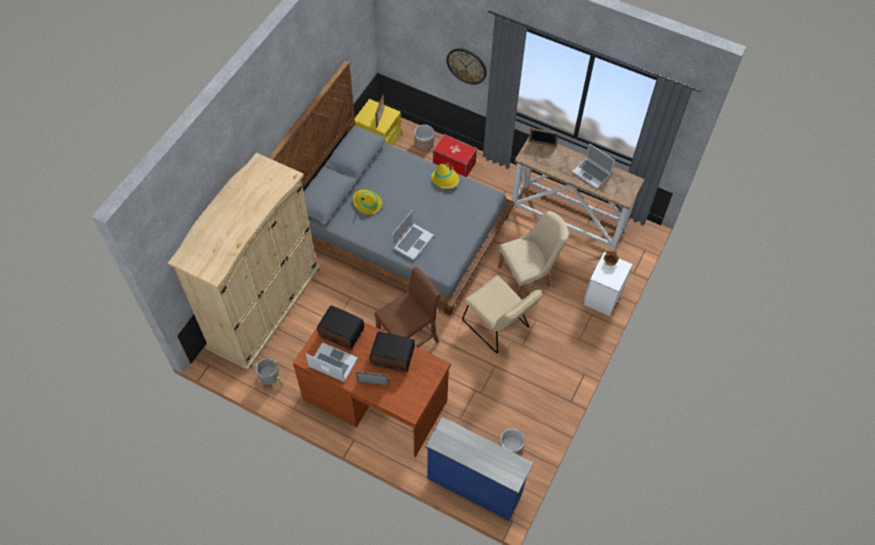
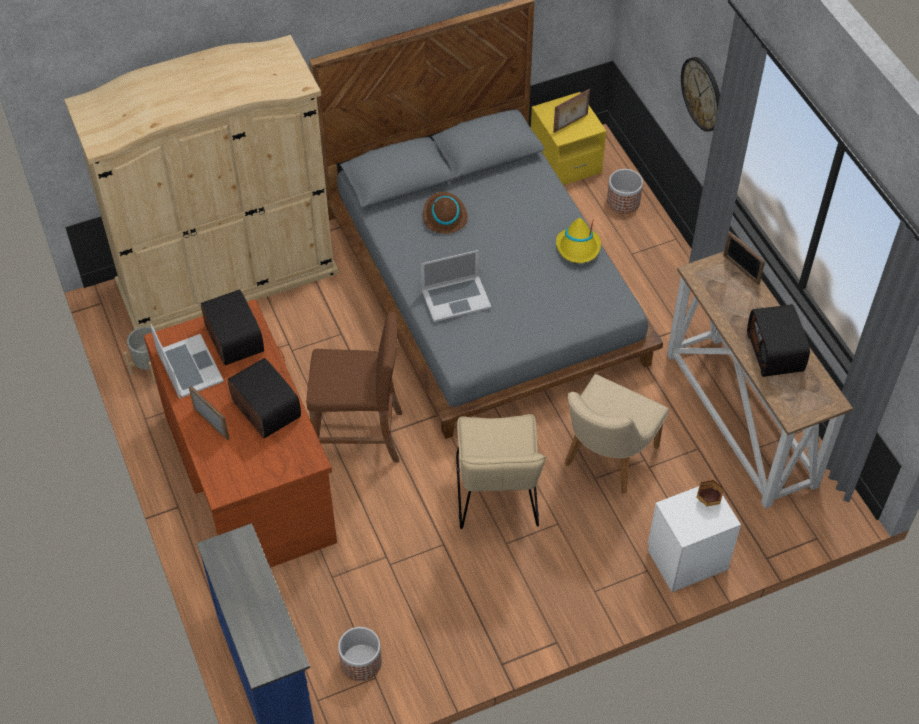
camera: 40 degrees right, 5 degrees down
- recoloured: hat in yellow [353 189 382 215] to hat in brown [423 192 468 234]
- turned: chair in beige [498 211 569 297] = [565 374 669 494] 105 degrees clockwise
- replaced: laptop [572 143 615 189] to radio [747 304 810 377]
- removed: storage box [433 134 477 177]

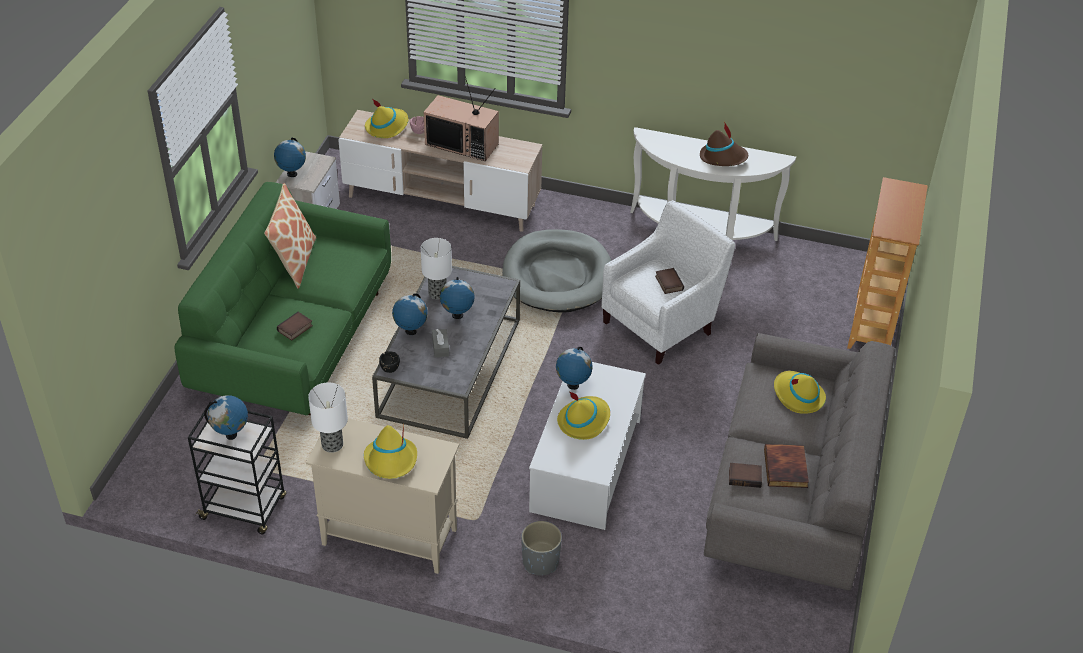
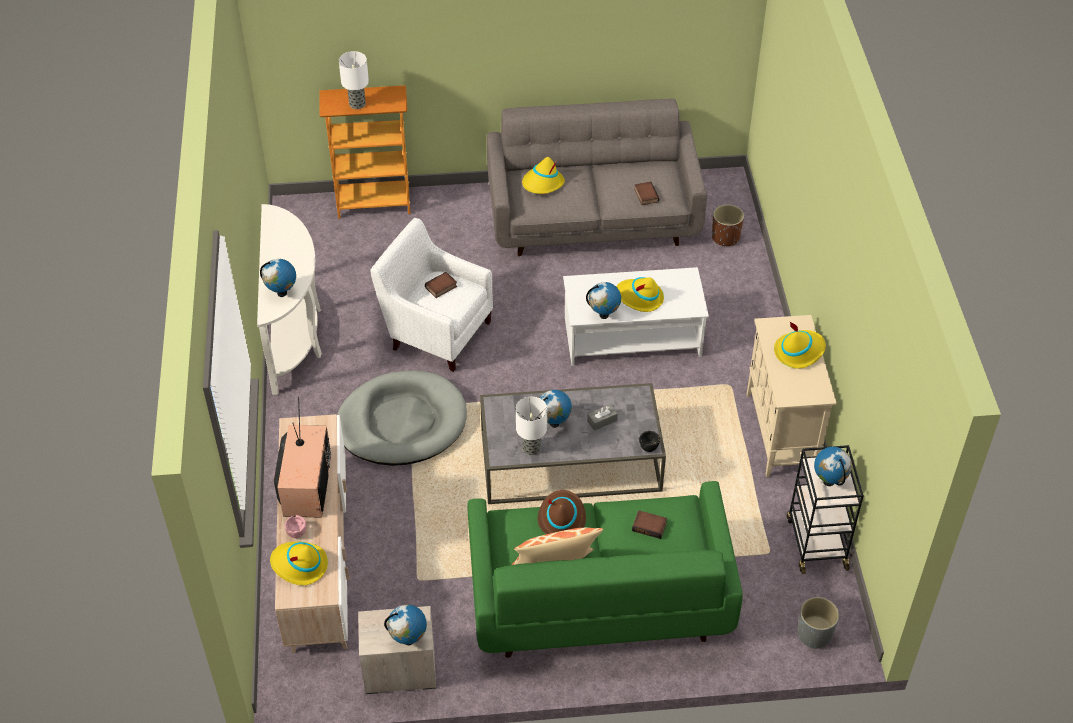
camera: 110 degrees left, 5 degrees up
- moved: globe [392 293 428 335] to [260 259 296 297]
- moved: table lamp [308 382 348 453] to [339 51 369 109]
- moved: hat in brown [700 121 748 166] to [538 490 586 534]
- added: planter in brown [712 204 744 246]
- moved: planter in grey [521 521 562 575] to [797 597 839 649]
- removed: book [764 444 809 488]

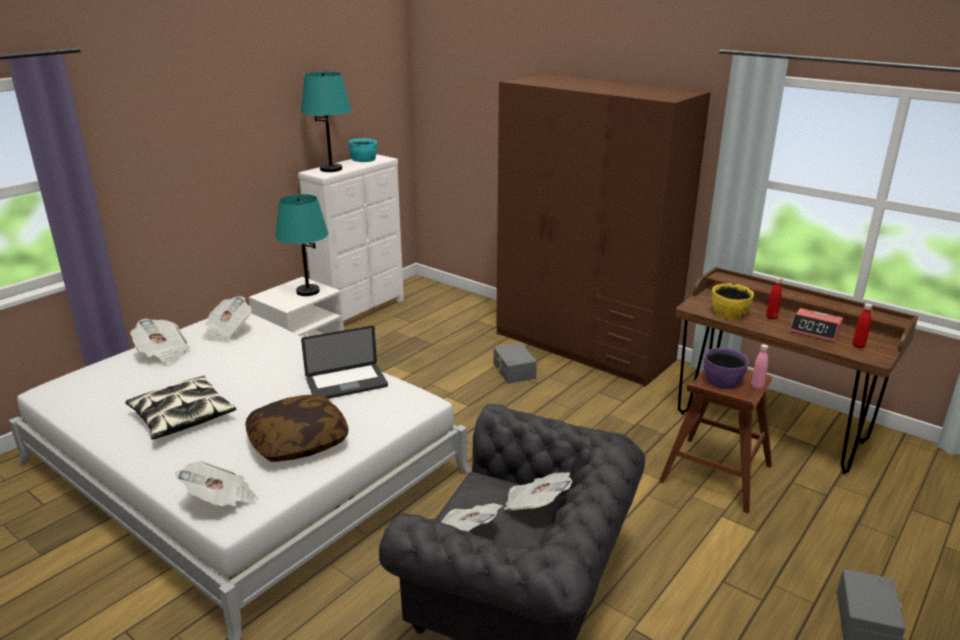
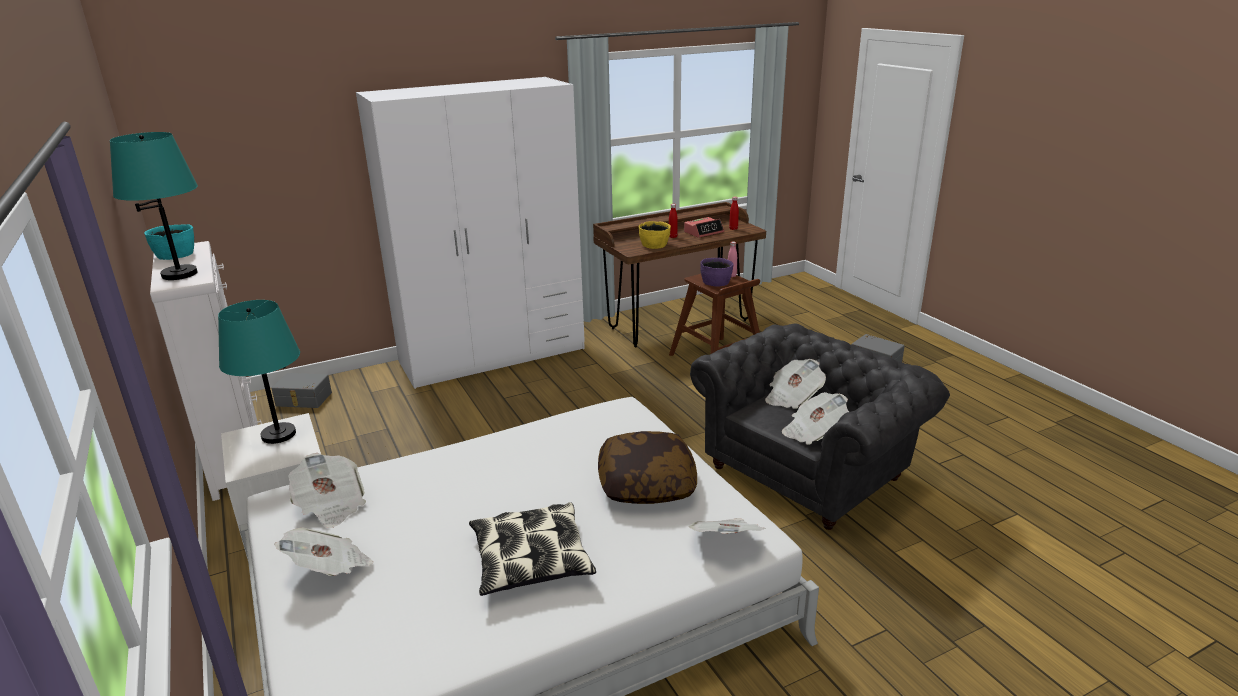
camera: 65 degrees left, 0 degrees up
- moved: storage box in grey [494 343 537 383] to [271 373 332 408]
- recoloured: wardrobe in brown [496 73 711 387] to wardrobe in white [356 77 585 389]
- removed: laptop [301 326 388 399]

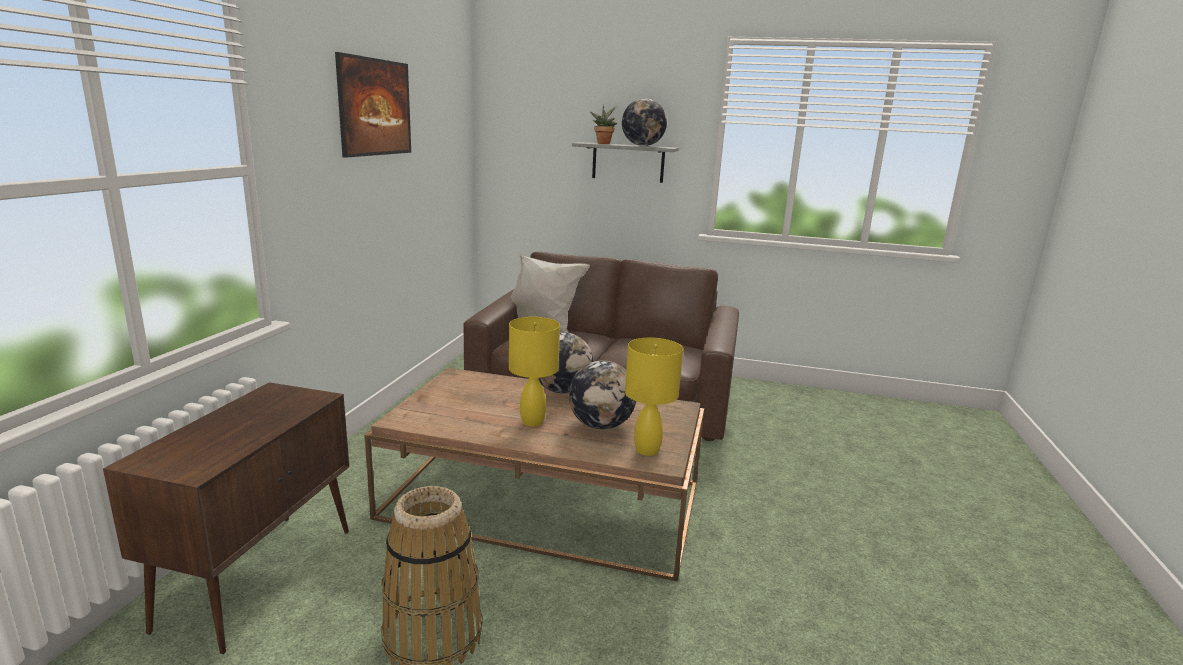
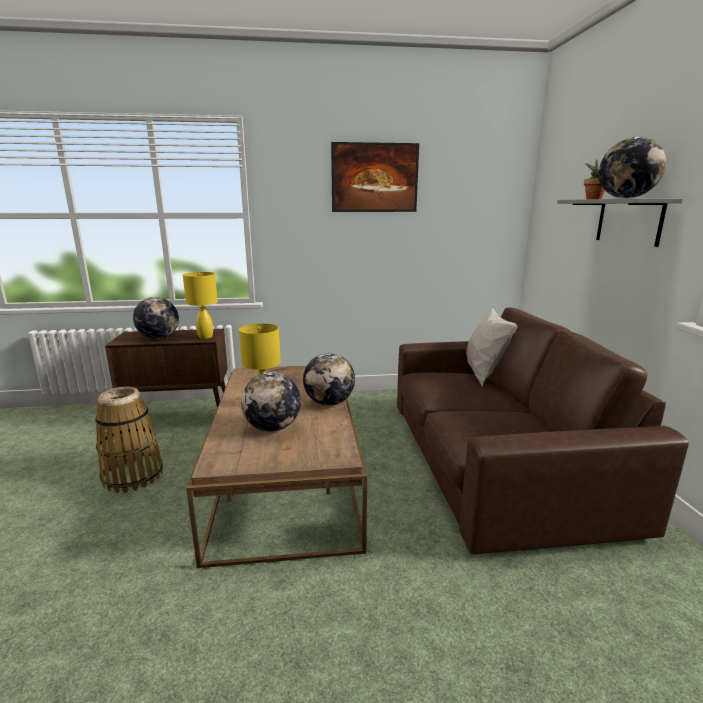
camera: 70 degrees right, 0 degrees up
- added: globe [133 297 179 339]
- moved: table lamp in yellow [625 338 683 456] to [183 272 218 339]

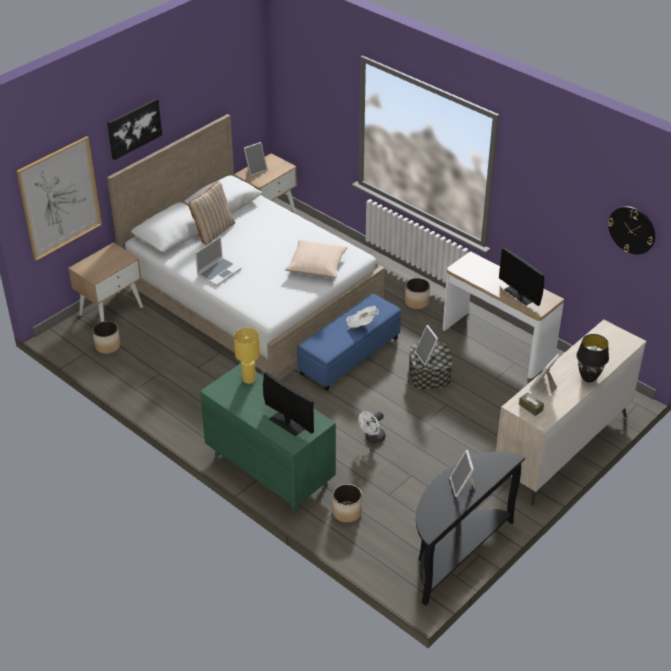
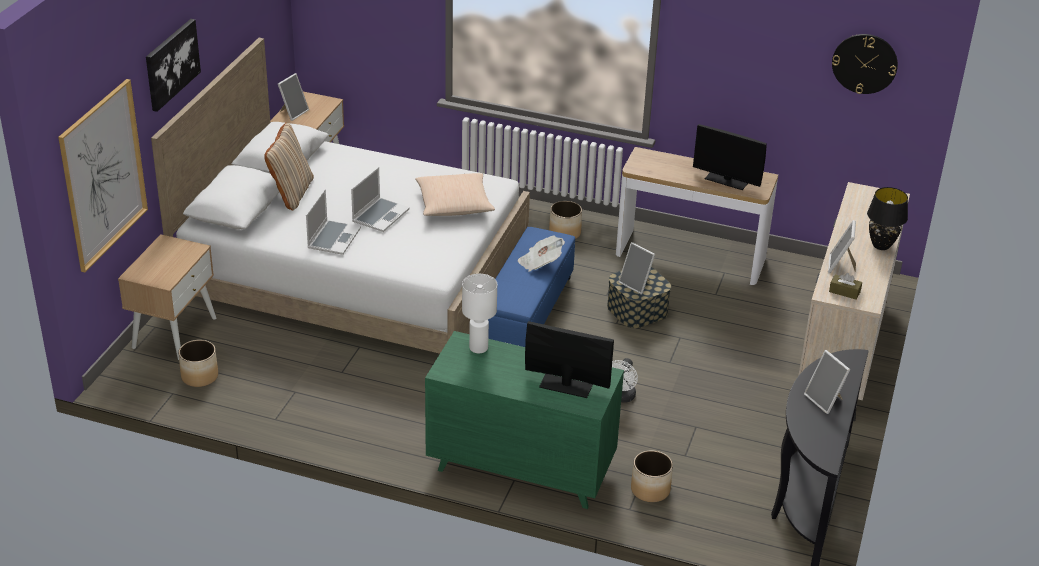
camera: 25 degrees left, 5 degrees down
- added: laptop [351 167 410 232]
- recoloured: table lamp in yellow [234 328 260 384] to table lamp in white [462 274 497 353]

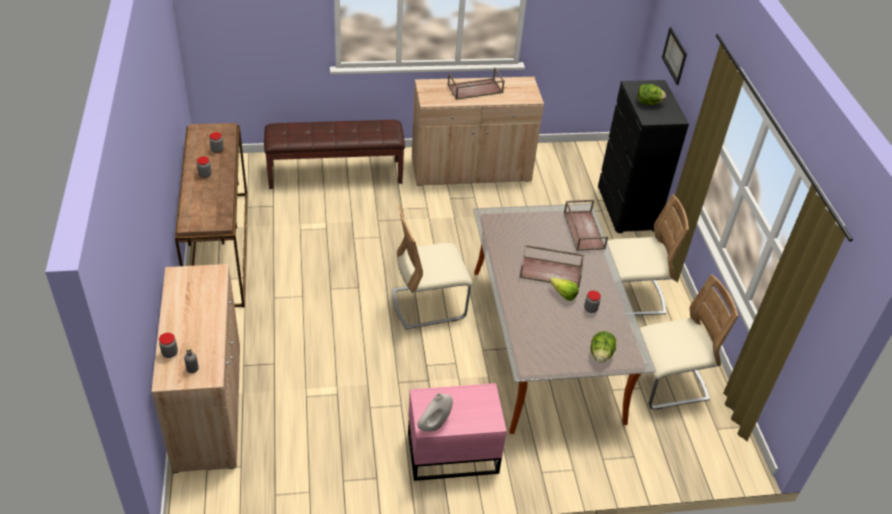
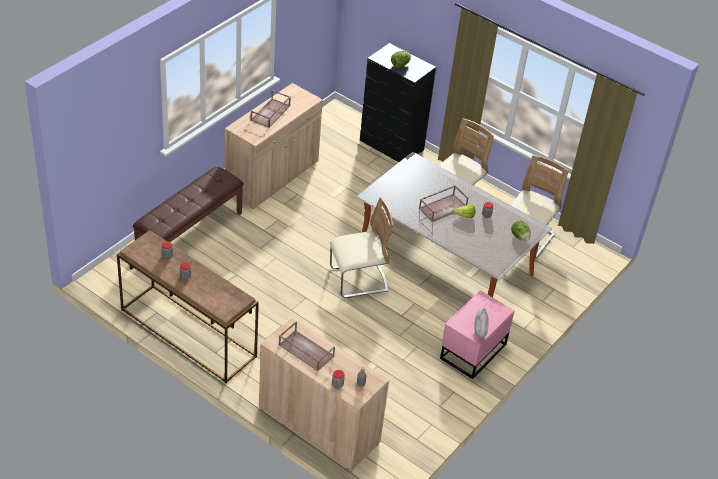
camera: 45 degrees left, 0 degrees up
- moved: tray in brown [564 200 608 251] to [278 322 335 371]
- turned: chair in beige [392 205 473 330] = [330 197 393 298] 135 degrees counterclockwise
- removed: picture [662 27 687 85]

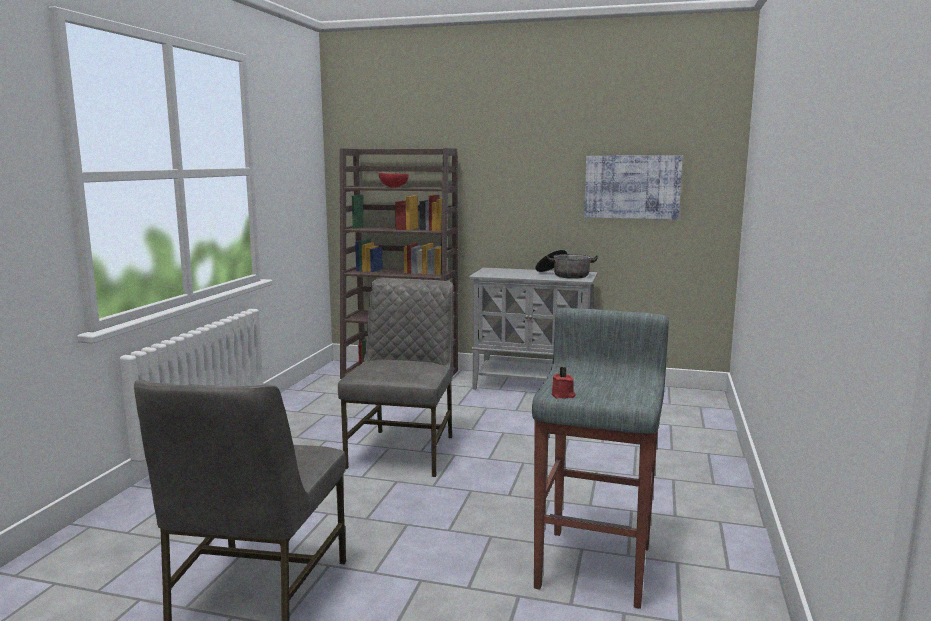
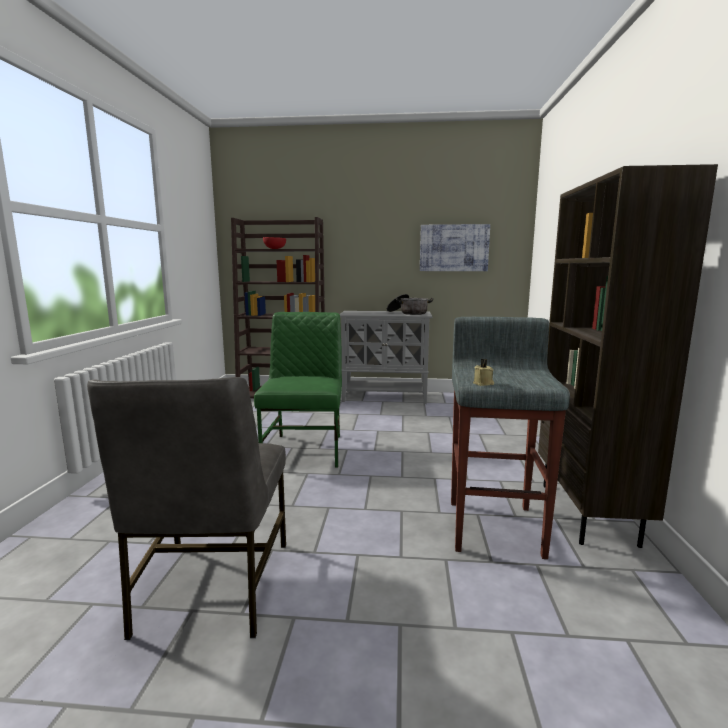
camera: 10 degrees left, 0 degrees up
- recoloured: chair in grey [338 278 453 477] to chair in green [254 312 342 467]
- recoloured: candle in red [551 367 575 398] to candle in beige [473 359 494 386]
- added: bookcase in brown [538 164 718 548]

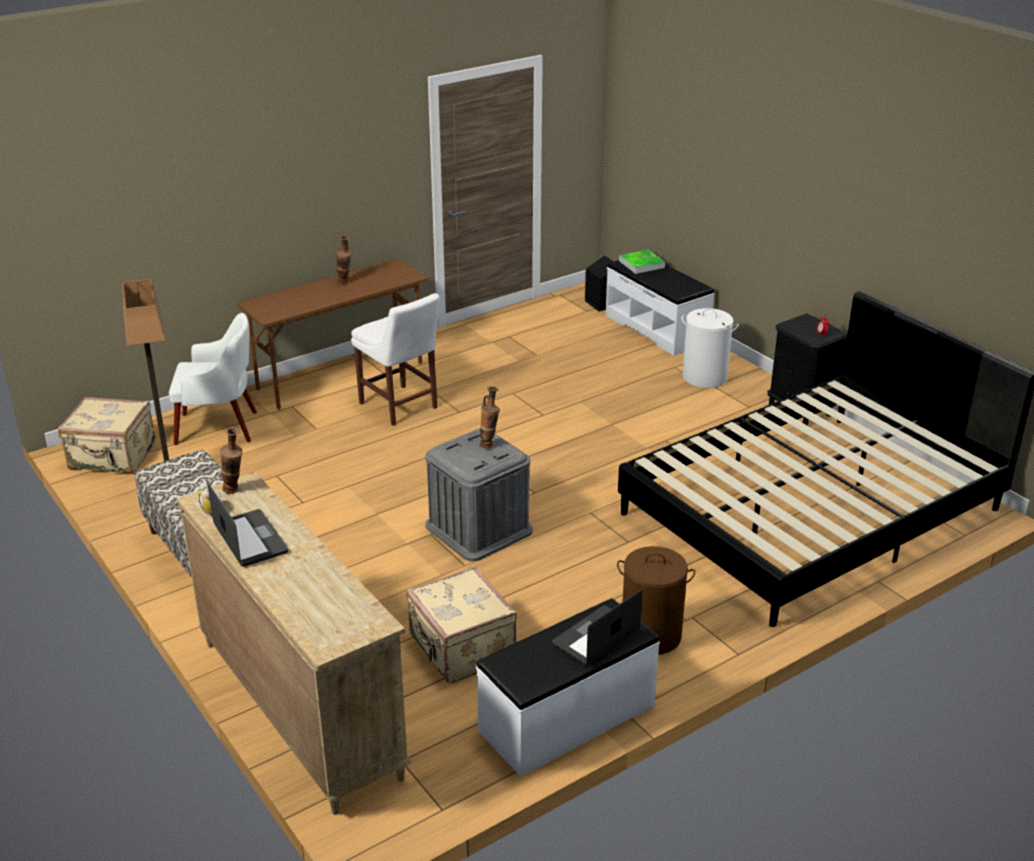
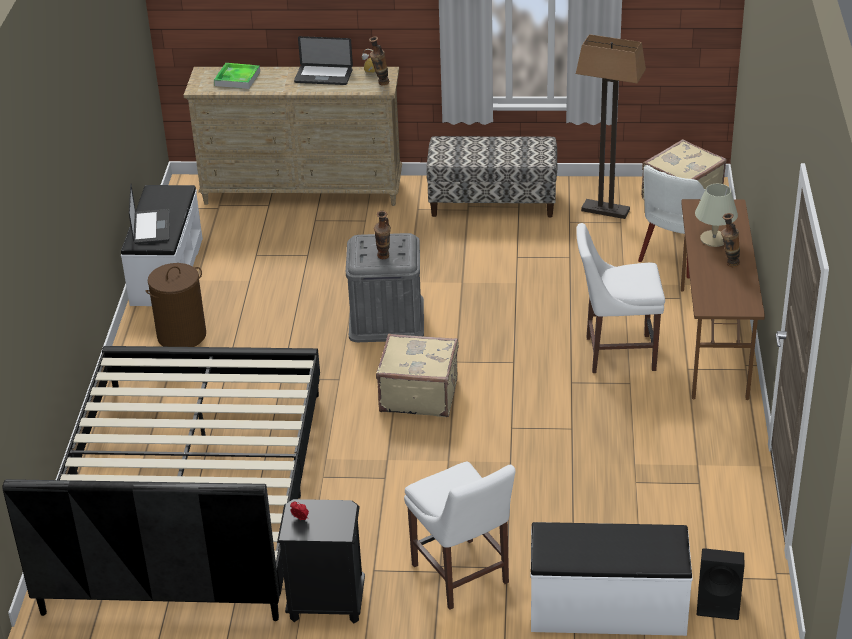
camera: 130 degrees right, 5 degrees up
- moved: tray [619 250 665 274] to [214 63 260 89]
- moved: suitcase in beige [406 566 516 684] to [376 334 458 417]
- replaced: laundry basket in white [682 308 739 388] to chair in white [404 462 516 610]
- added: table lamp in beige [695 184 738 247]

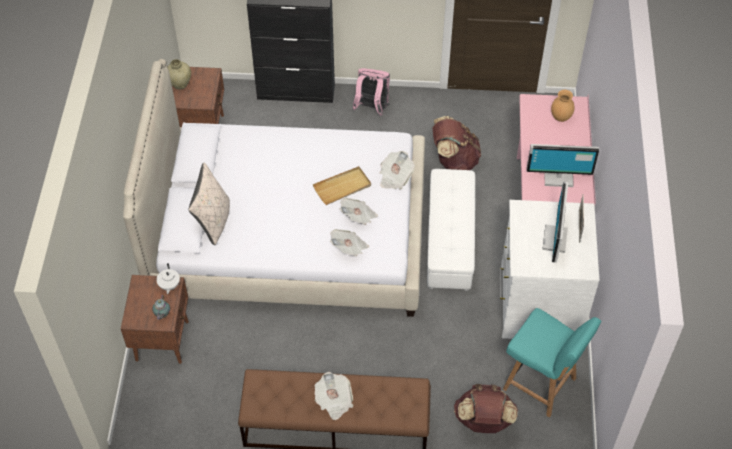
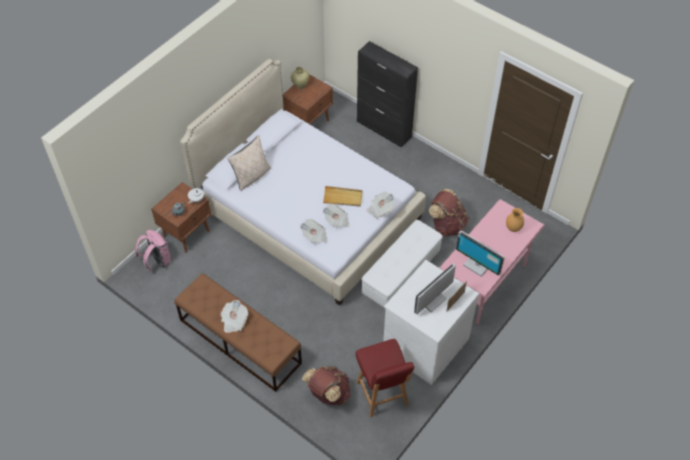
camera: 35 degrees right, 0 degrees up
- moved: backpack in pink [352 68 390 116] to [135 230 171 271]
- recoloured: chair in turquoise [503 308 601 417] to chair in red [356 339 415 417]

